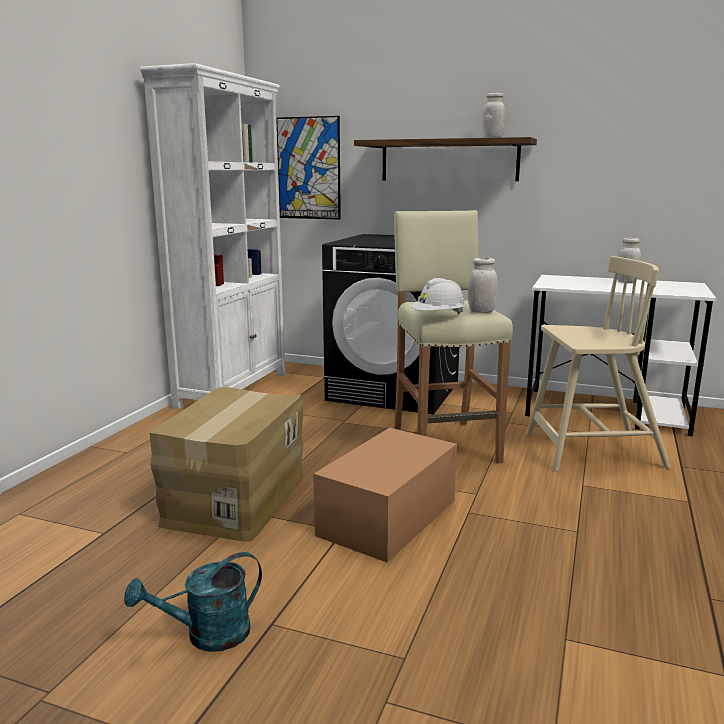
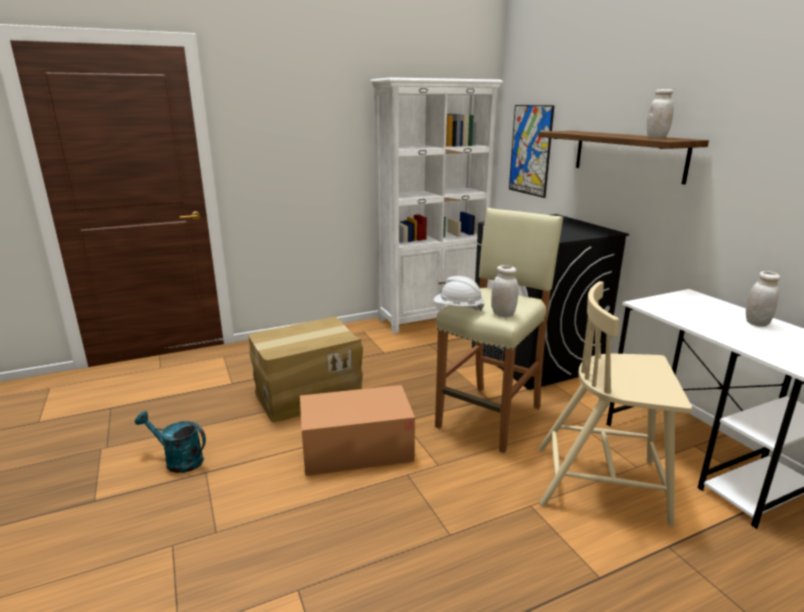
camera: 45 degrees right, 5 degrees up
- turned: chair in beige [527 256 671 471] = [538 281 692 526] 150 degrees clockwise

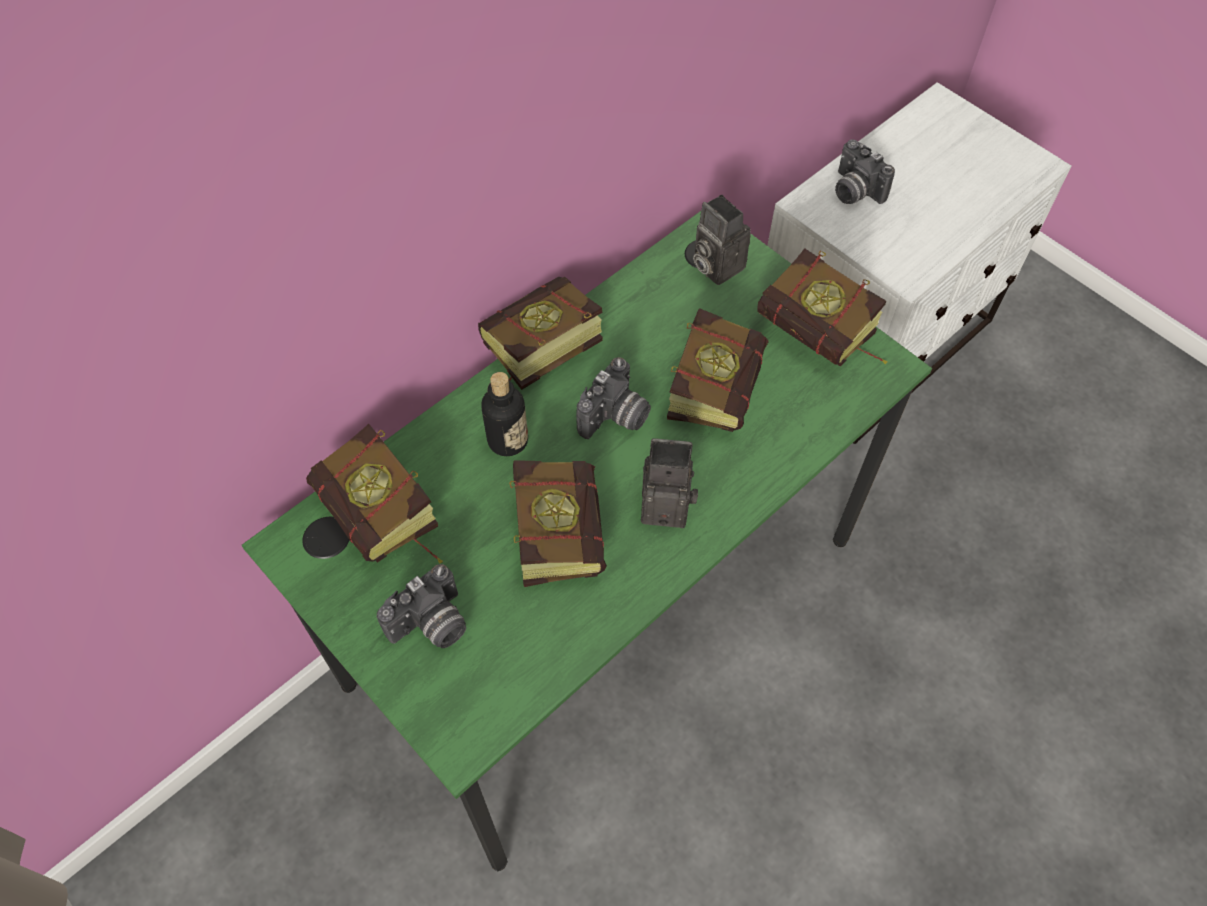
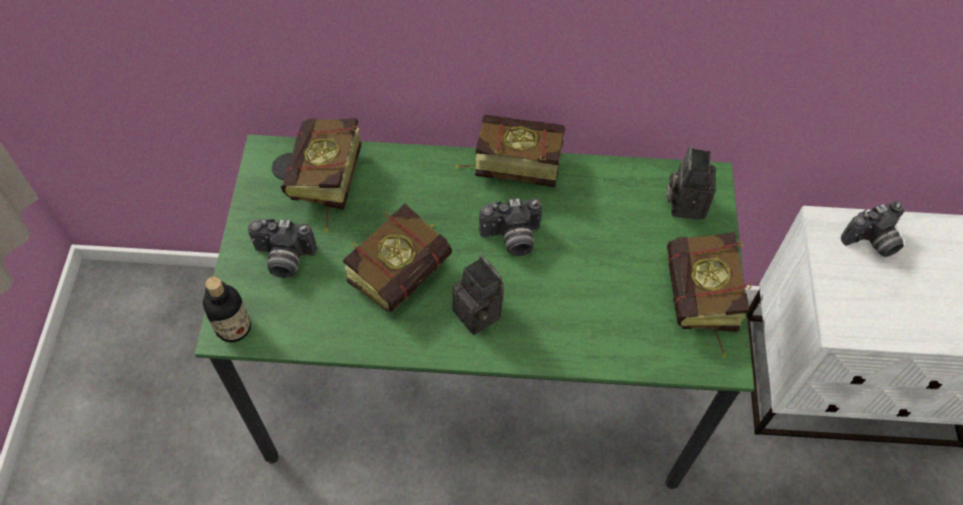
camera: 45 degrees right, 0 degrees up
- moved: bottle [481 372 528 456] to [203 276 251 343]
- turned: photo camera [835 139 895 204] = [841 201 904 257] 120 degrees counterclockwise
- removed: book [667 308 769 432]

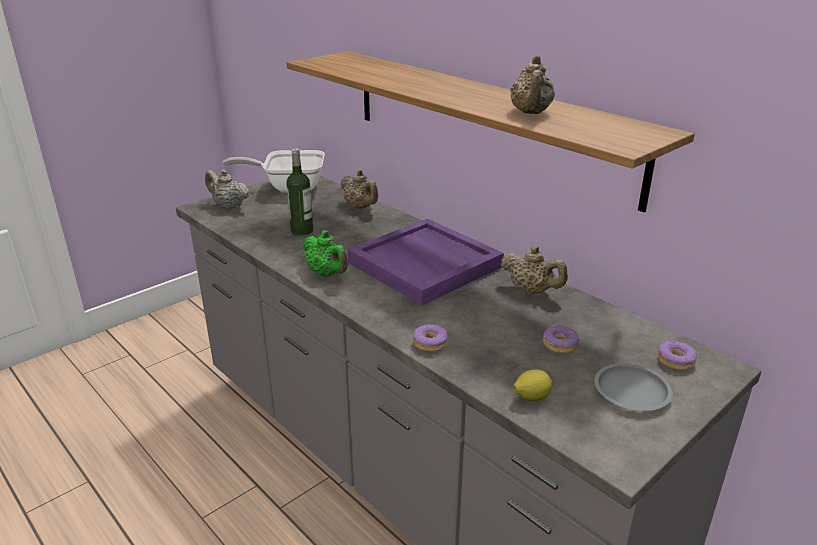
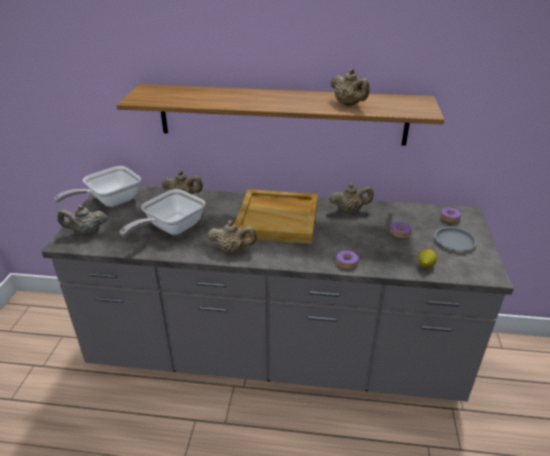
camera: 40 degrees left, 5 degrees up
- replaced: bottle [286 149 313 236] to frying pan [120 189 205 236]
- recoloured: teapot in green [303 230 348 277] to teapot in beige [208 220 257 253]
- recoloured: tray in purple [347 219 504 305] to tray in beige [235 189 318 244]

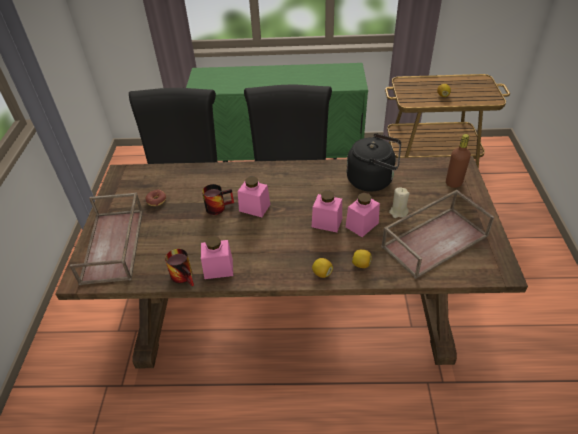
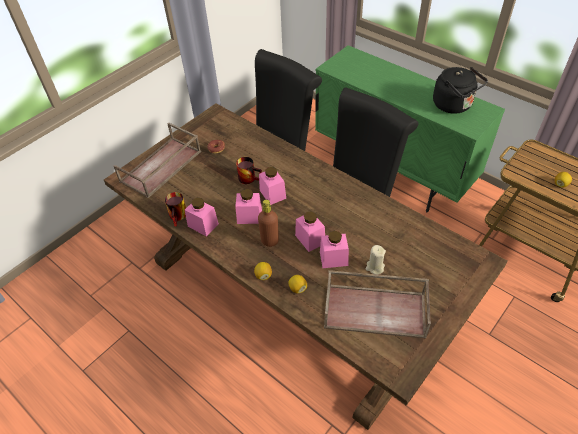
camera: 40 degrees right, 5 degrees up
- added: jar in pink [235 189 262 224]
- moved: bottle in brown [446 134 471 188] to [258 200 279 247]
- moved: kettle in black [347 133 401 192] to [433 67 488 114]

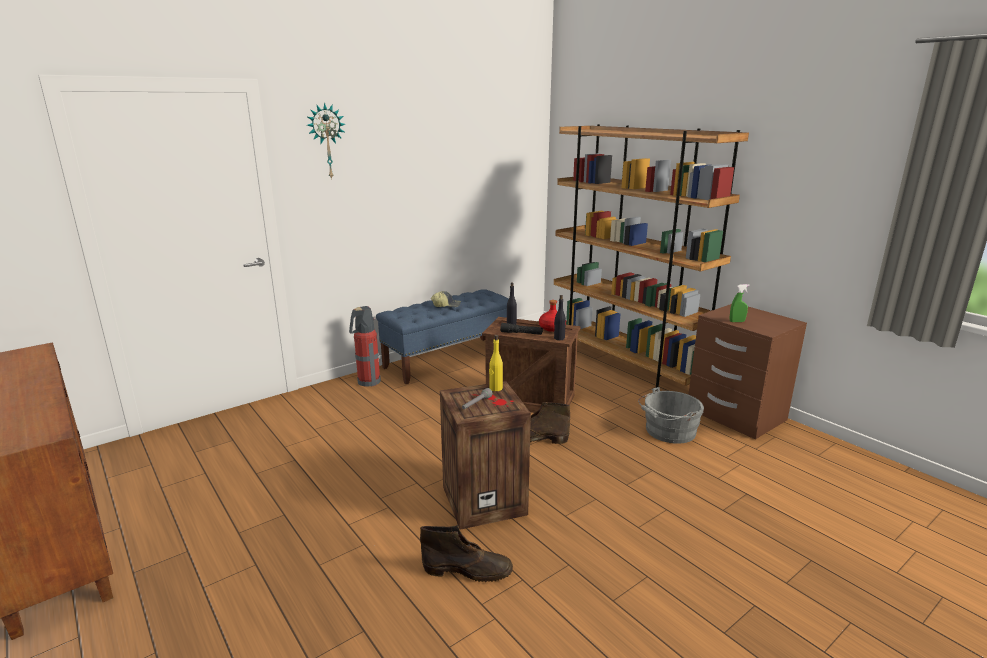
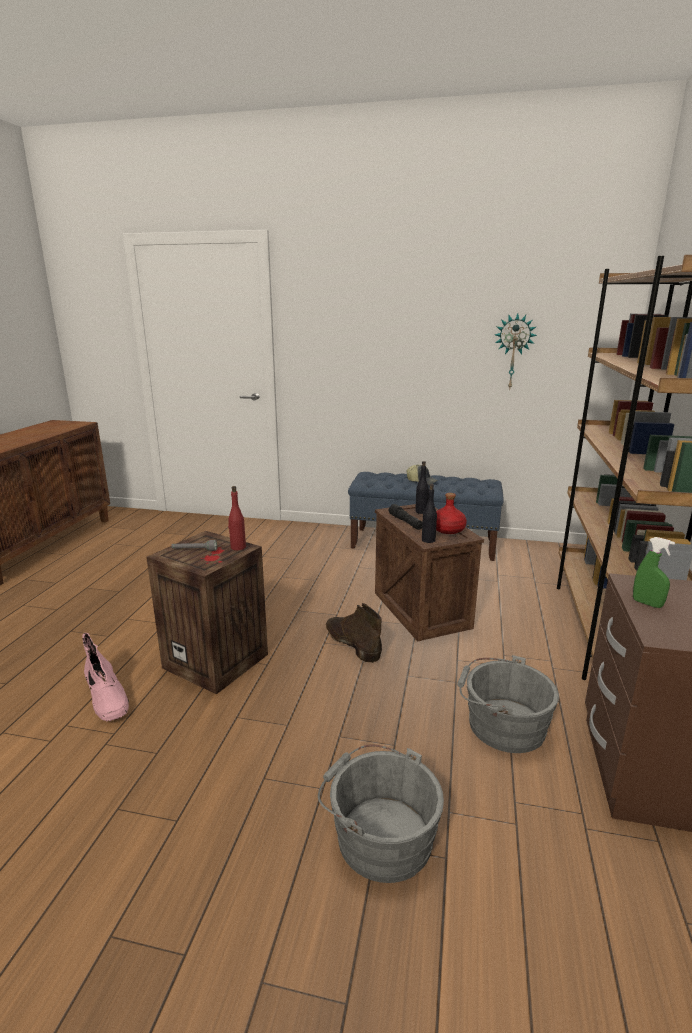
camera: 50 degrees right, 0 degrees up
- recoloured: boot in brown [420 525 513 582] to boot in pink [82 633 129 722]
- recoloured: bottle in yellow [489 335 503 391] to bottle in red [228 486 246 550]
- added: bucket in grey [318 745 444 883]
- moved: wall clock [307 102 345 180] to [495 313 537 389]
- removed: fire extinguisher [349 306 381 387]

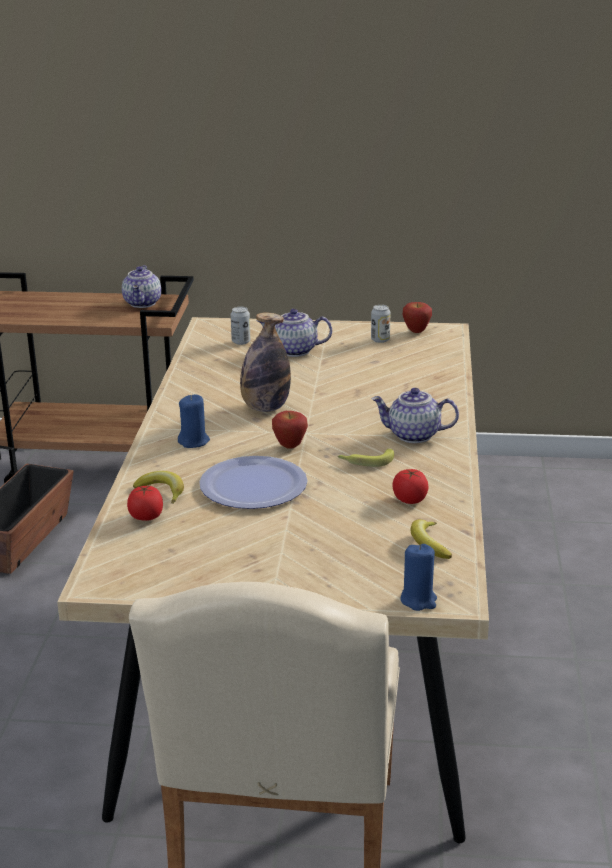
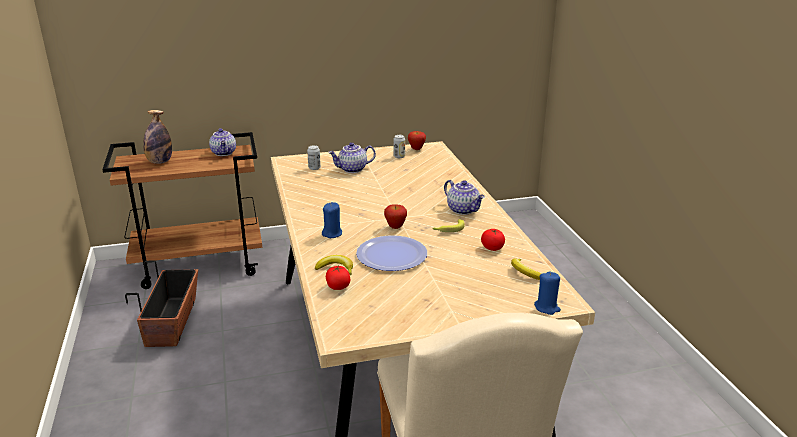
camera: 20 degrees left, 0 degrees up
- moved: bottle [240 312 291 412] to [143 110 172 164]
- turned: teapot [371 388 459 443] = [444 180 485 215] 120 degrees counterclockwise

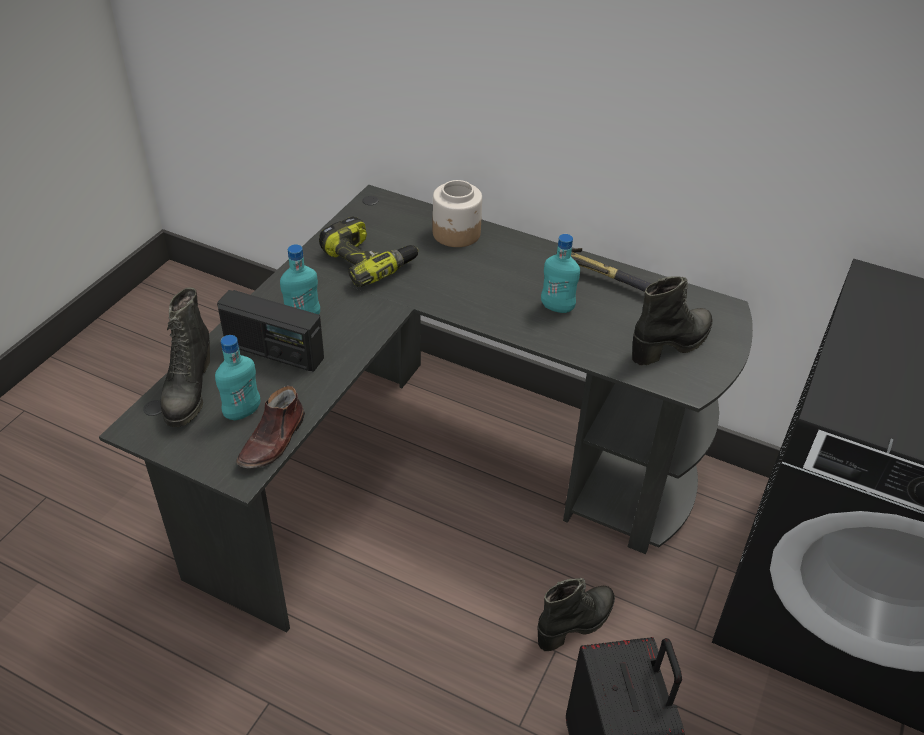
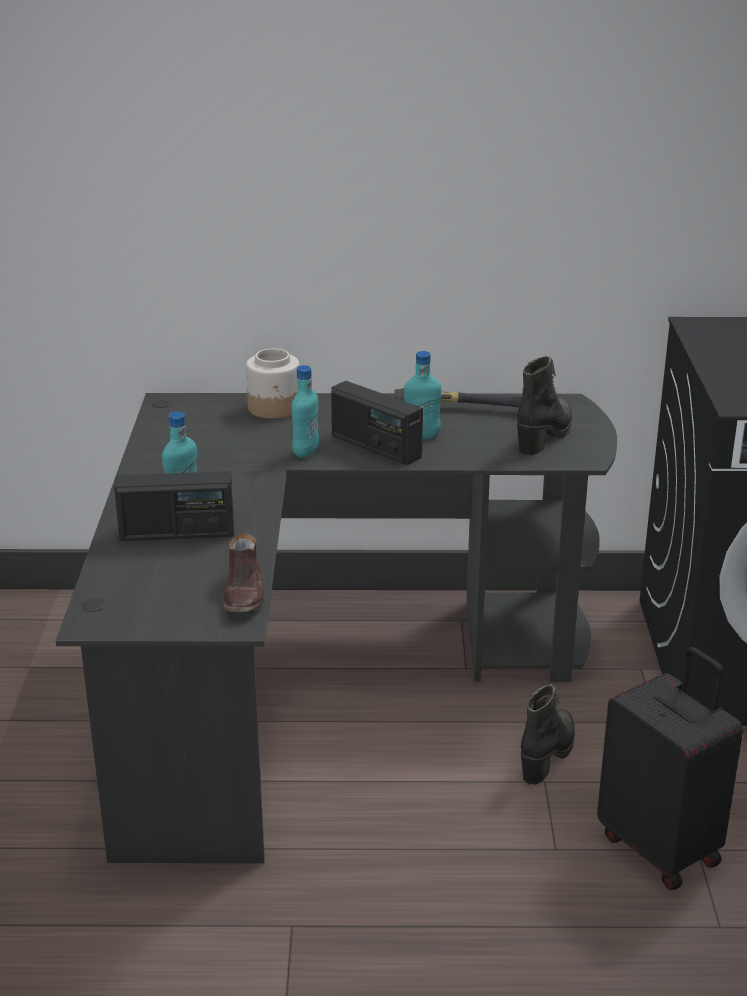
camera: 25 degrees left, 15 degrees down
- moved: bottle in turquoise [215 335 260 421] to [291 365 319 458]
- added: radio [331 381 423 465]
- removed: boot in black [160 287 210 427]
- removed: power drill [319 216 419 287]

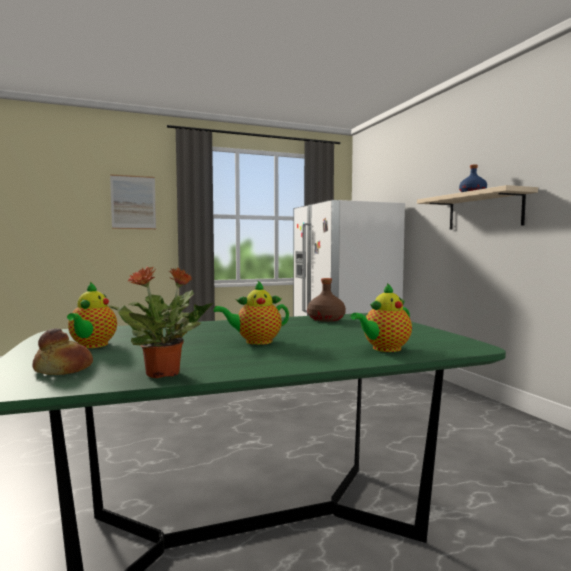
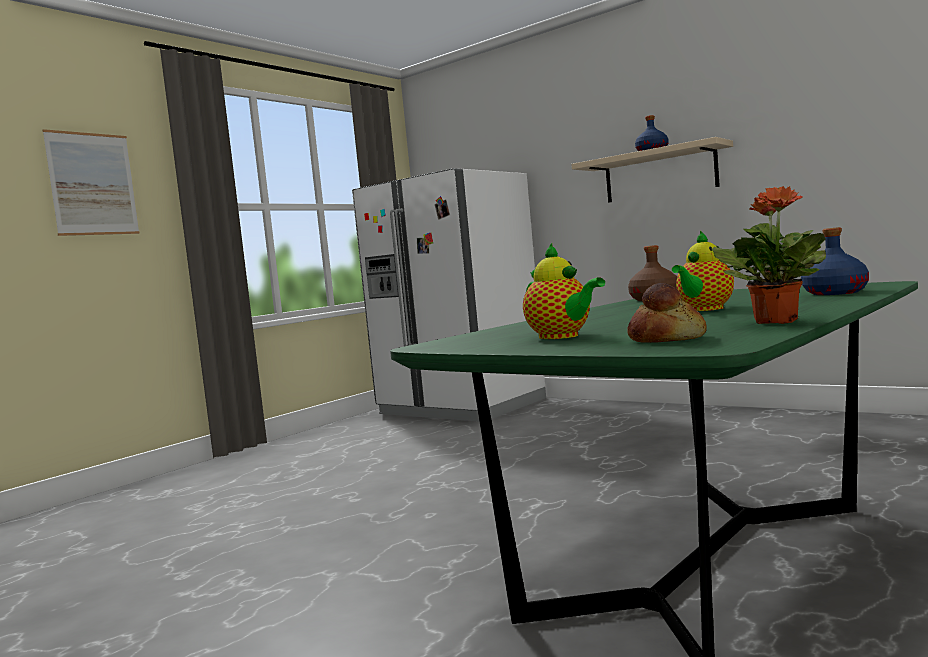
camera: 30 degrees left, 0 degrees up
- replaced: teapot [350 283 412 352] to bottle in blue [801 227 869 295]

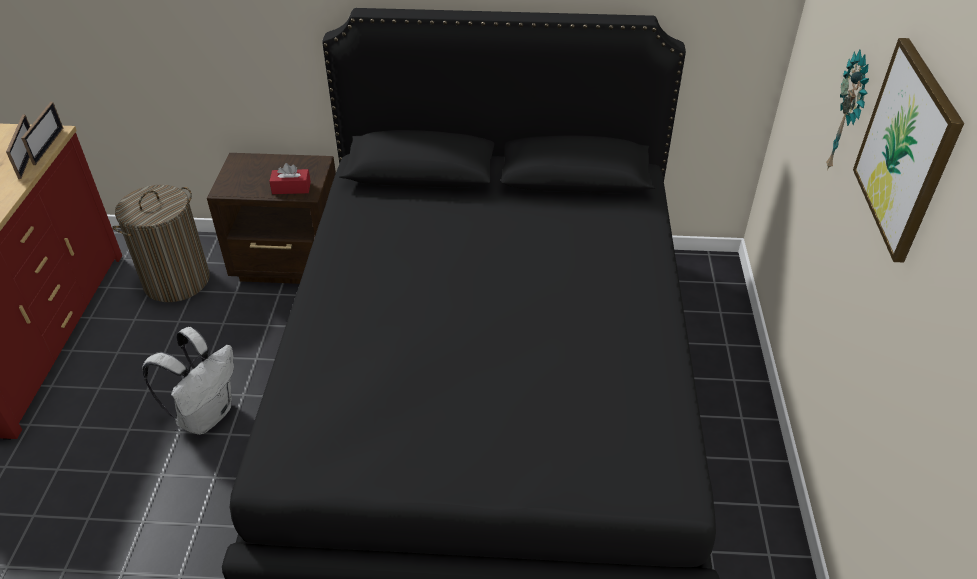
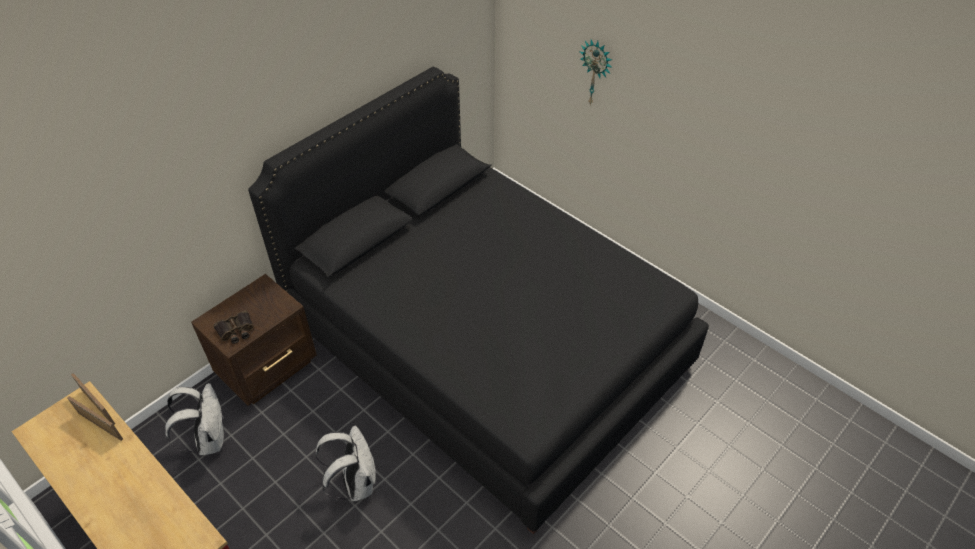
camera: 50 degrees left, 5 degrees up
- replaced: laundry basket [112 185 210 302] to backpack in white [165 383 224 455]
- added: binoculars [213 311 254 344]
- removed: tissue box in red [269 163 311 194]
- removed: picture [853 38 964 262]

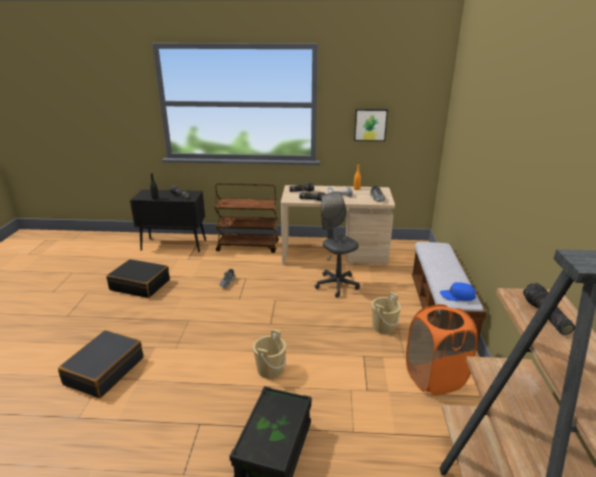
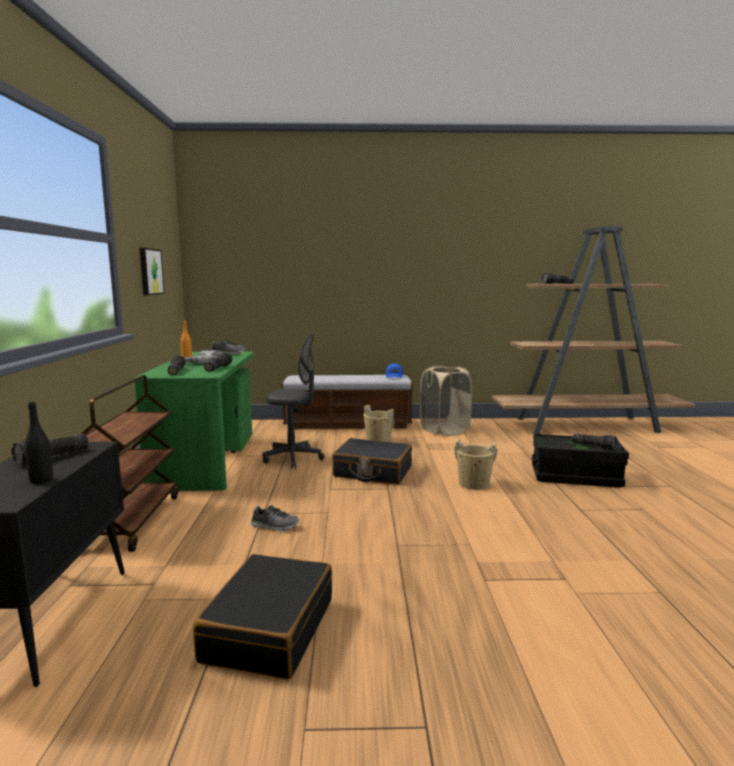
camera: 95 degrees left, 15 degrees down
- recoloured: desk in beige [281 185 395 265] to desk in green [134 352 254 491]
- turned: office chair in grey [315 191 360 298] = [263 333 324 469] 135 degrees counterclockwise
- moved: suitcase in black [58 330 143 398] to [332 438 412 485]
- recoloured: laundry basket in orange [406 304 478 395] to laundry basket in beige [420 365 472 436]
- added: flashlight [572 434 617 450]

